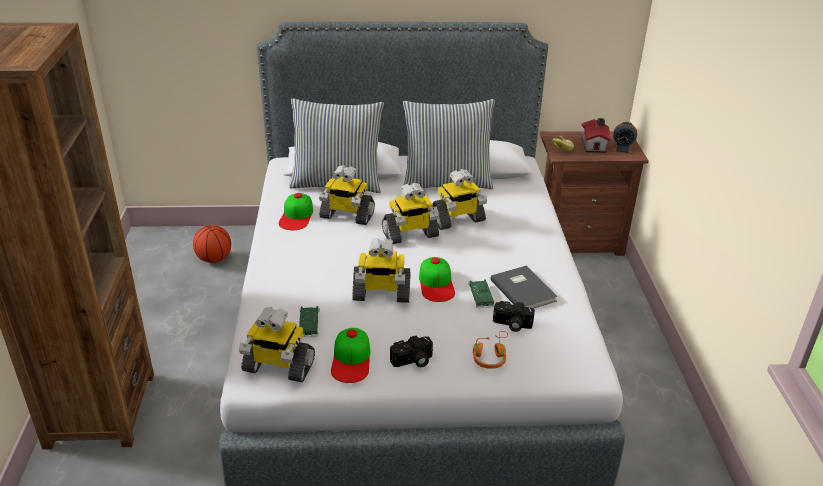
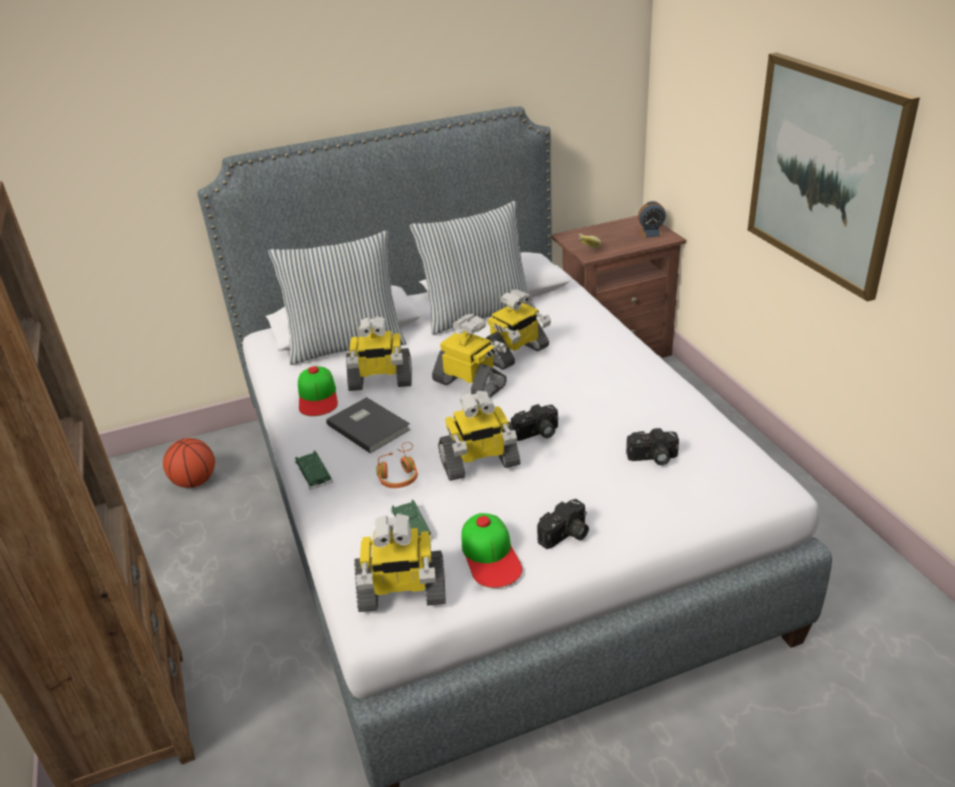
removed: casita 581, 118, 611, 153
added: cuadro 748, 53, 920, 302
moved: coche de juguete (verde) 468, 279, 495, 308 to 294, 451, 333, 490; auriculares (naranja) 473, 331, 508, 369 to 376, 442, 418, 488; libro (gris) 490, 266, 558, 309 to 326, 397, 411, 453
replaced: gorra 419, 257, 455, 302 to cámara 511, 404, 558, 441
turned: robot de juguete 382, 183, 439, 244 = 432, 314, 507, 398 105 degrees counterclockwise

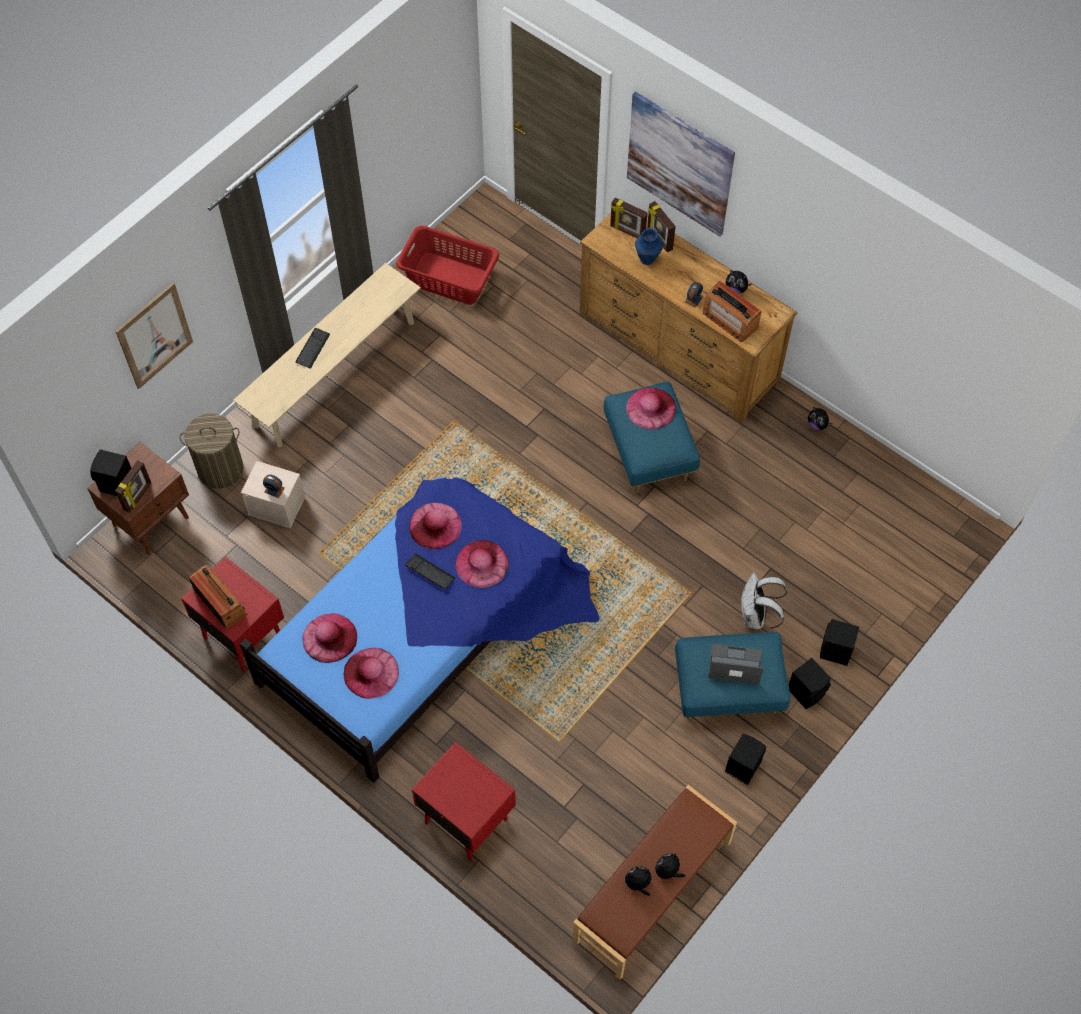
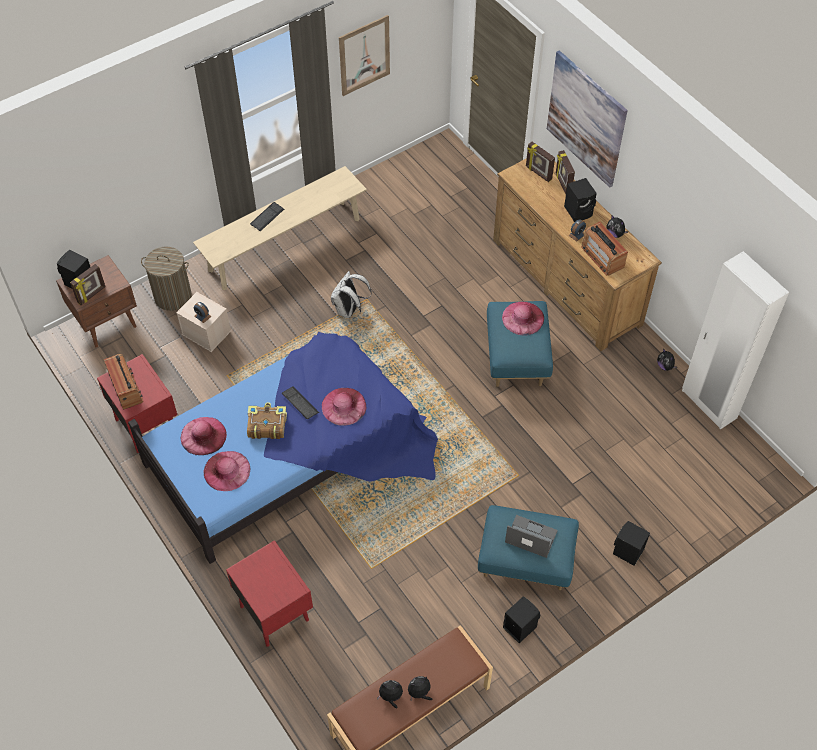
removed: cesto de la ropa (rojo) 396, 226, 499, 305; sombrero (rosa) 409, 503, 462, 549; florero (azul) 635, 228, 663, 265
added: libro 247, 402, 287, 439; armario ropero (blanco) 682, 251, 789, 429
moved: cuadro 115, 283, 193, 389 to 339, 15, 390, 96; mochila (blanco) 741, 572, 787, 629 to 331, 271, 372, 318; altavoz (negro) 789, 658, 831, 709 to 564, 178, 597, 222

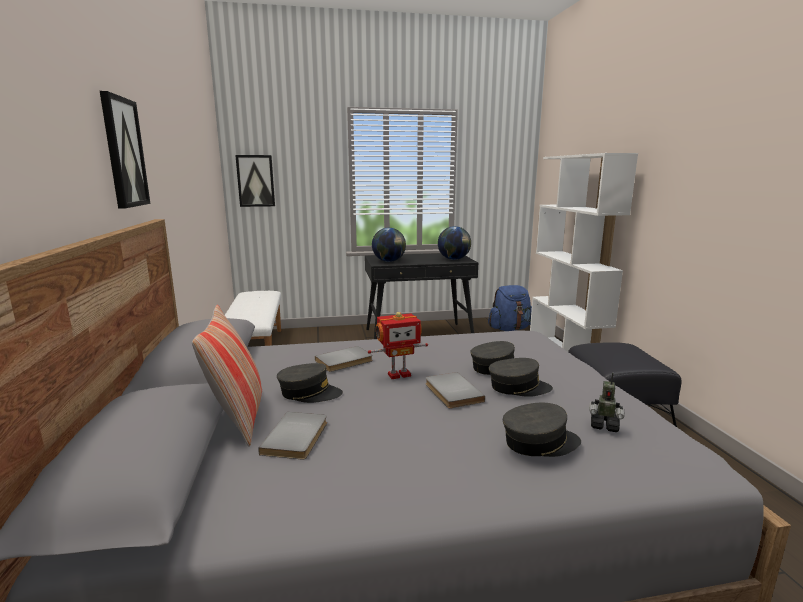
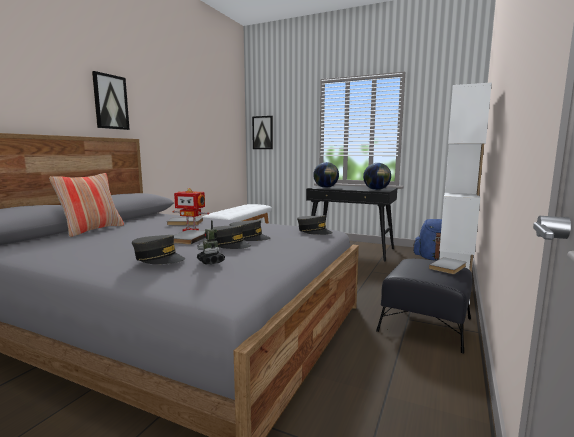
moved: libro (gris) 258, 412, 327, 460 to 429, 257, 467, 274; gorra (gris) 277, 363, 343, 403 to 297, 215, 333, 235

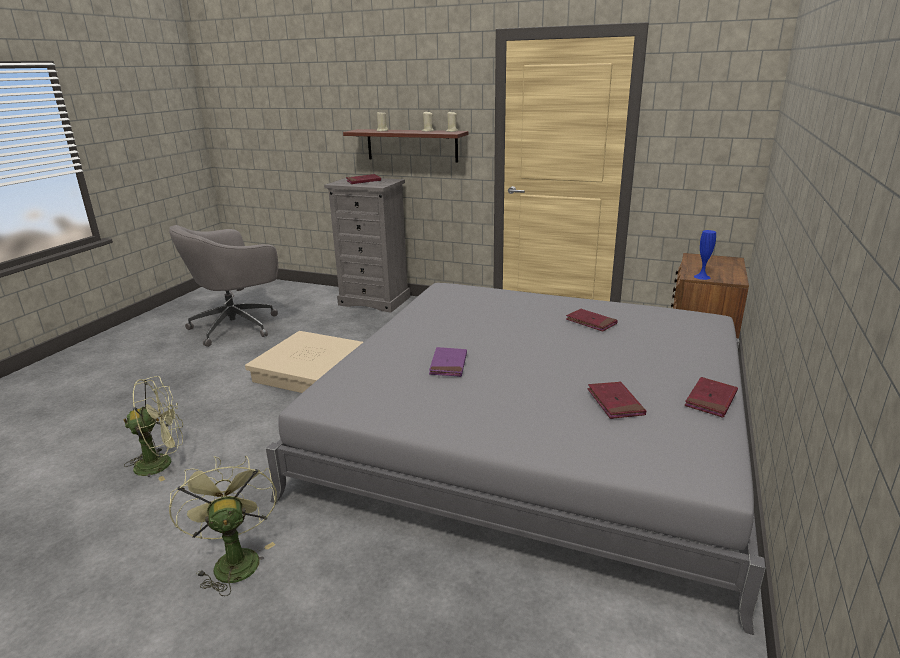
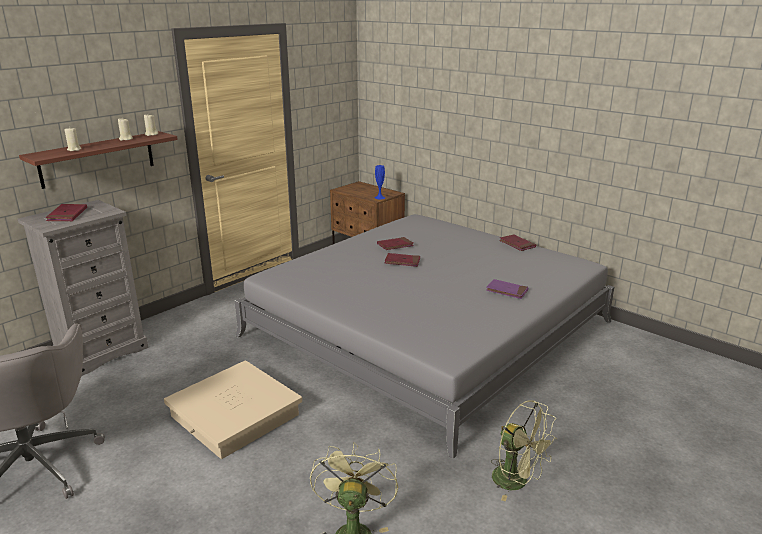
moved: libro (morado) 429, 347, 467, 377 to 486, 279, 529, 299; libro (rojo) 587, 382, 646, 419 to 385, 253, 420, 267
turned: ventilador (verde) 169, 456, 277, 596 = 491, 400, 557, 501 135 degrees counterclockwise

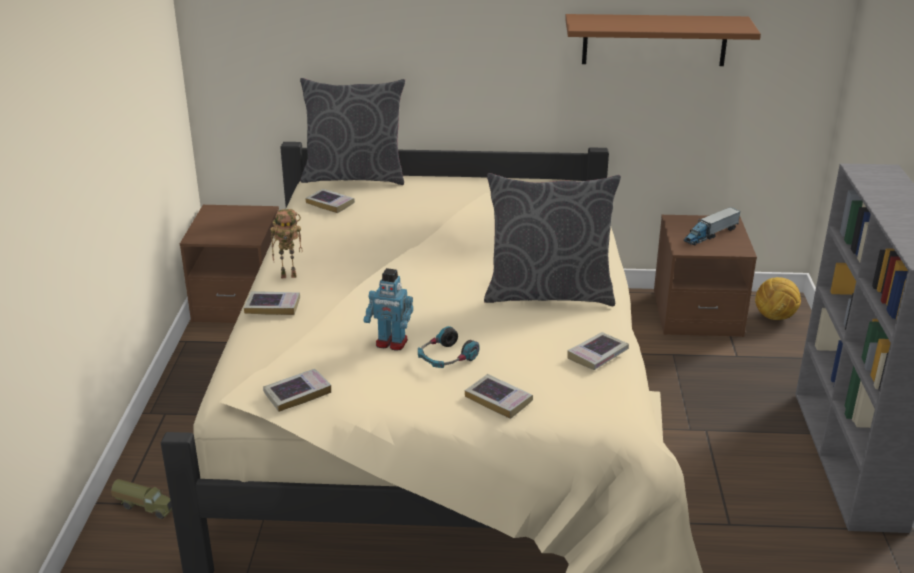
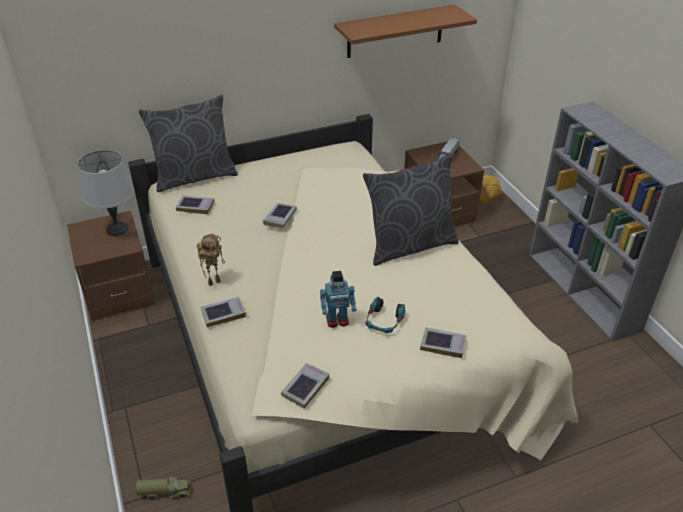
added: lámpara de mesa (gris) 78, 150, 135, 236
moved: libro 567, 332, 629, 370 to 263, 203, 297, 228

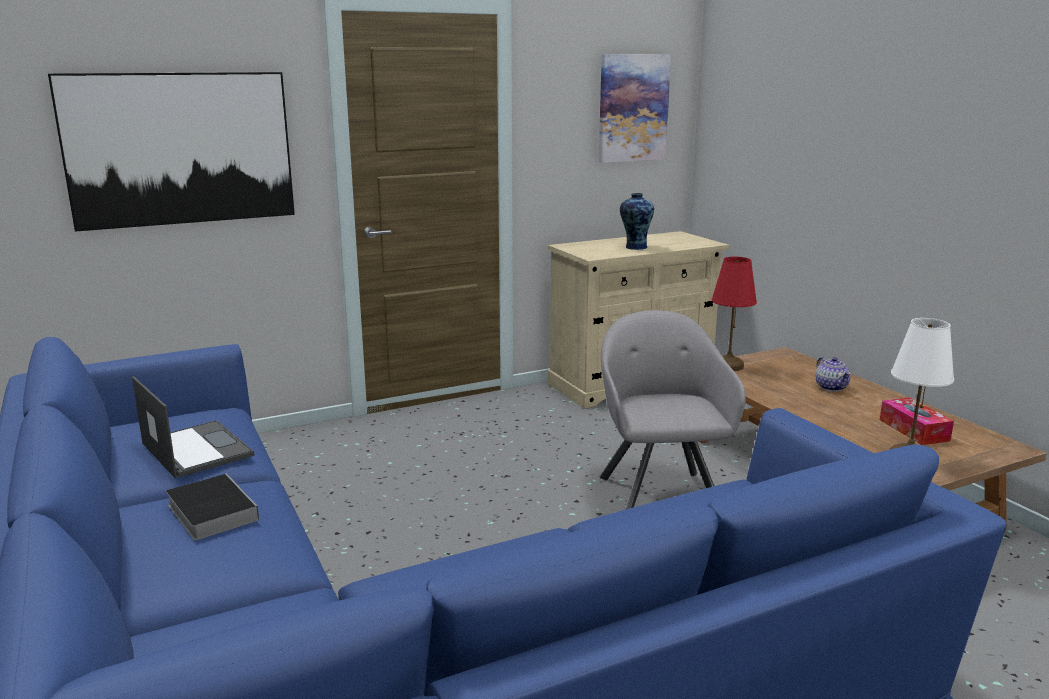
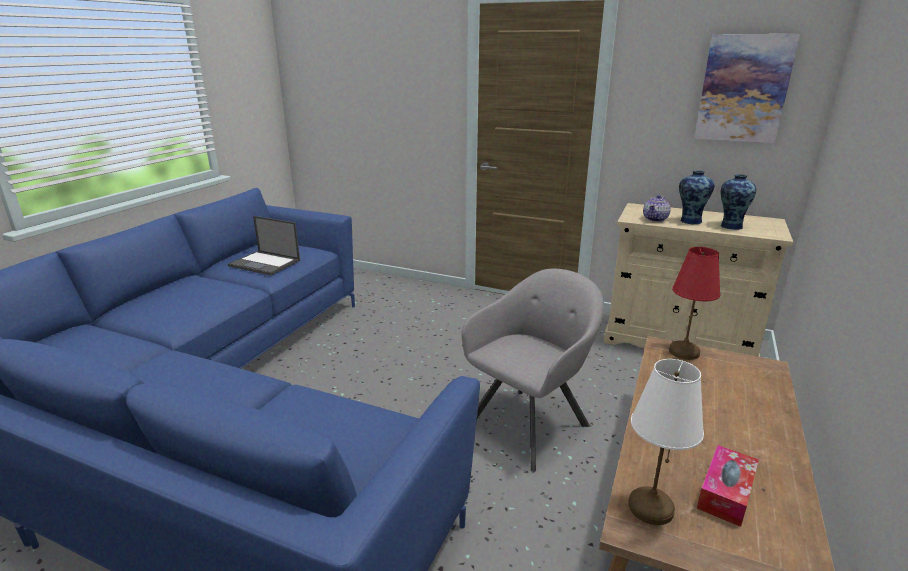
removed: cuadro 48, 72, 295, 232; libro 166, 474, 259, 541
added: florero 721, 174, 756, 230
moved: tetera 816, 357, 851, 392 to 643, 195, 671, 222
turned: portátil 132, 376, 254, 479 = 228, 216, 300, 276 105 degrees clockwise

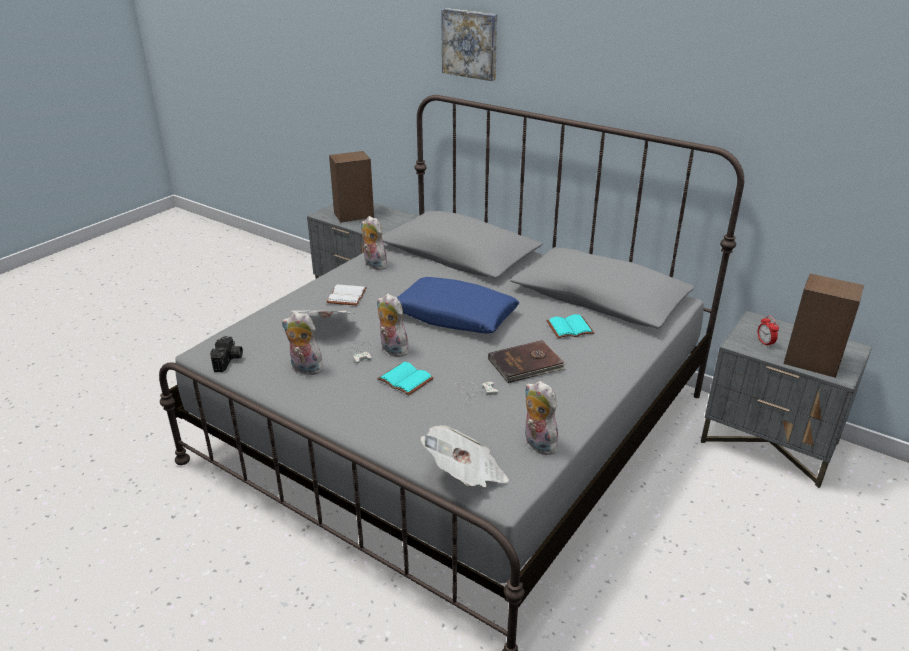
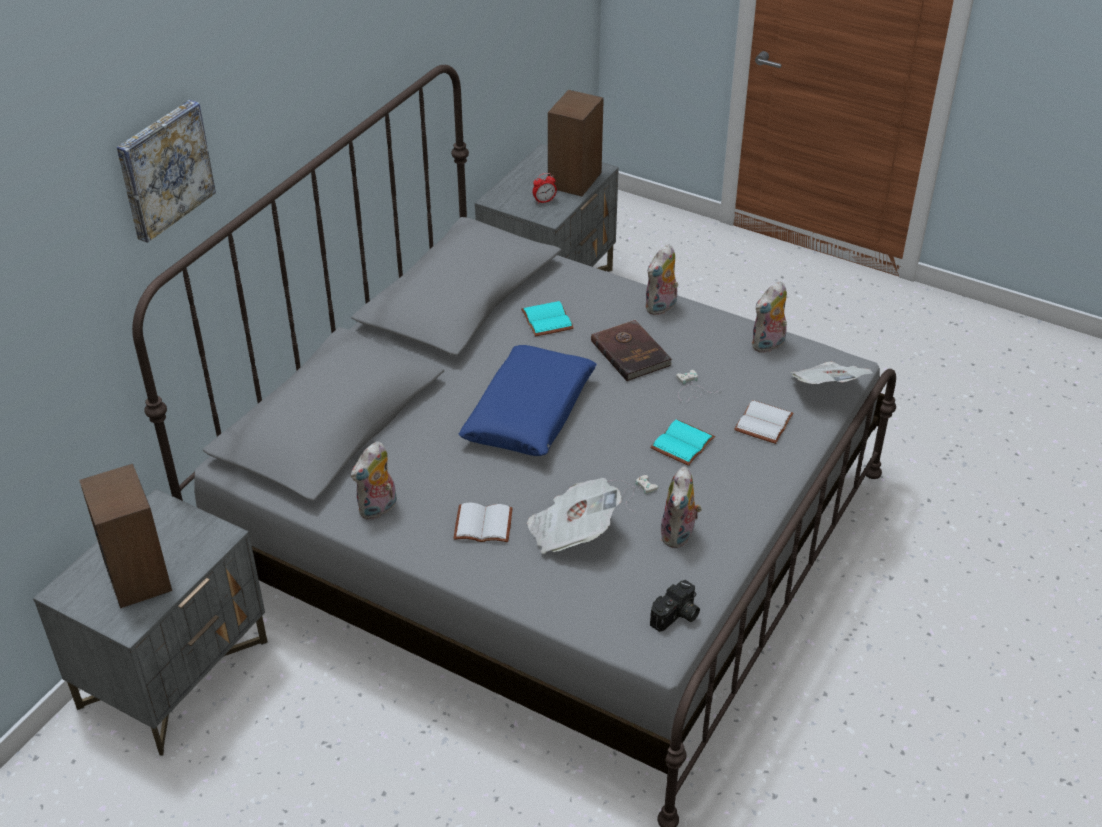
added: libro (blanco) 734, 400, 794, 444
moved: peluche 377, 293, 409, 357 to 645, 244, 678, 316
turned: cámara 210, 336, 243, 372 = 650, 580, 700, 632 135 degrees clockwise

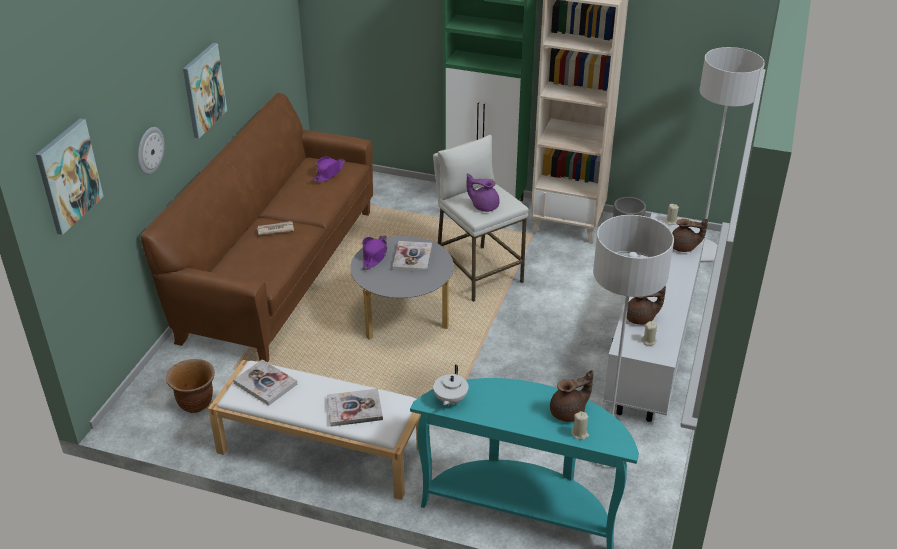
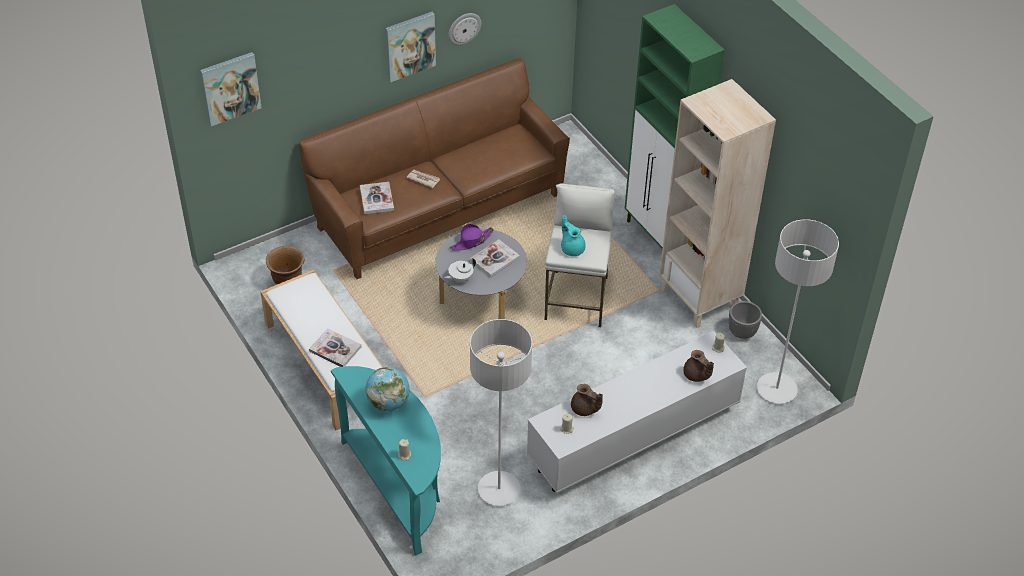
removed: sombrero (morado) 312, 156, 345, 182; tetera (marrón) 550, 370, 593, 422
added: globo terráqueo 365, 367, 410, 411
moved: reloj de pared 138, 127, 165, 174 to 448, 13, 481, 45; libro 233, 359, 297, 406 to 360, 182, 394, 214; tetera (blanco) 433, 365, 469, 406 to 444, 258, 476, 282
recoloured: tetera (morado) 467, 173, 500, 212 to tetera (turquesa) 561, 215, 586, 256

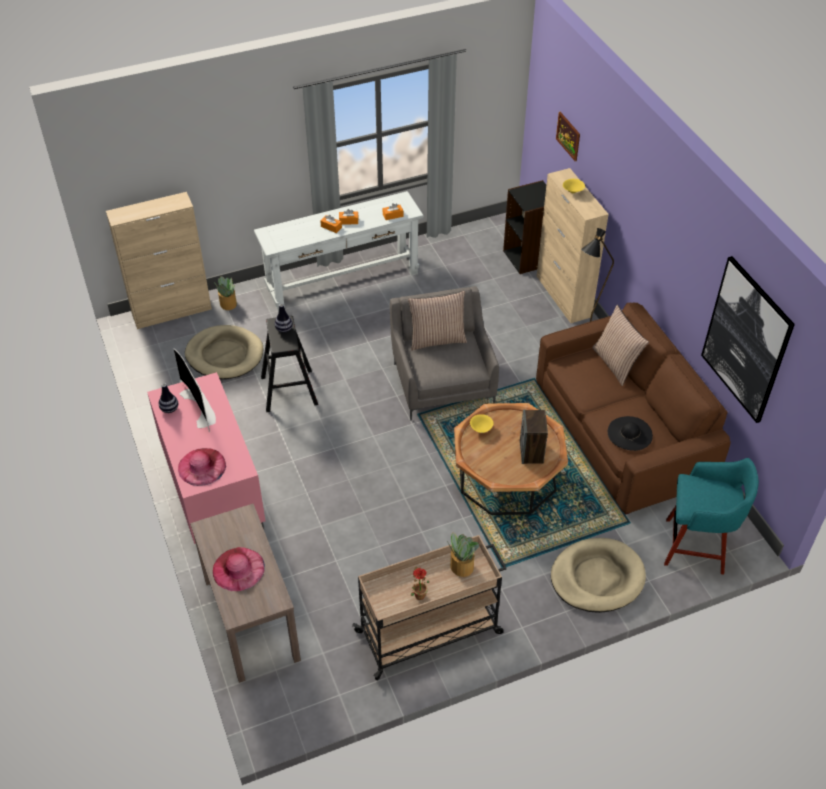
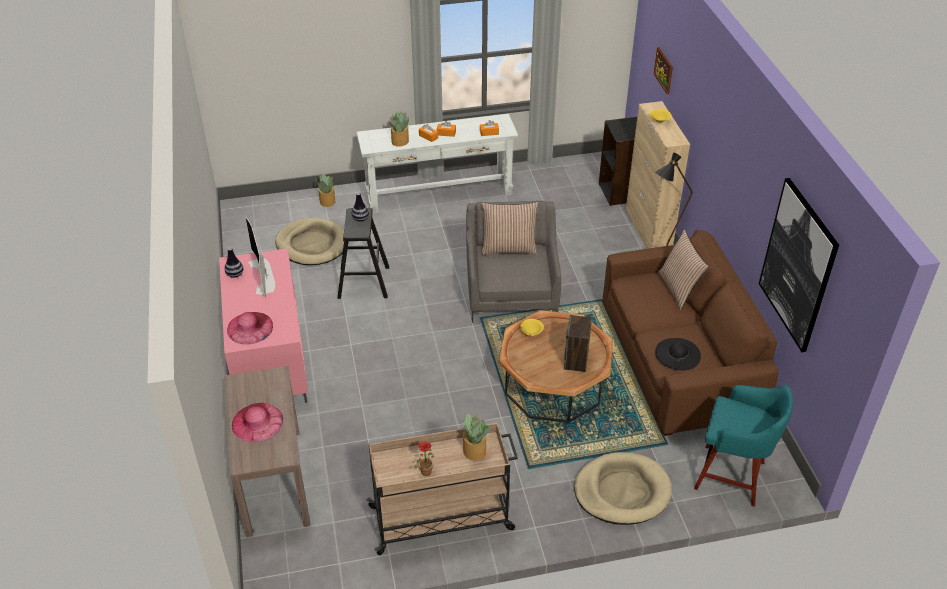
removed: armario (beis) 106, 192, 212, 329
added: planta en maceta 389, 112, 409, 147

